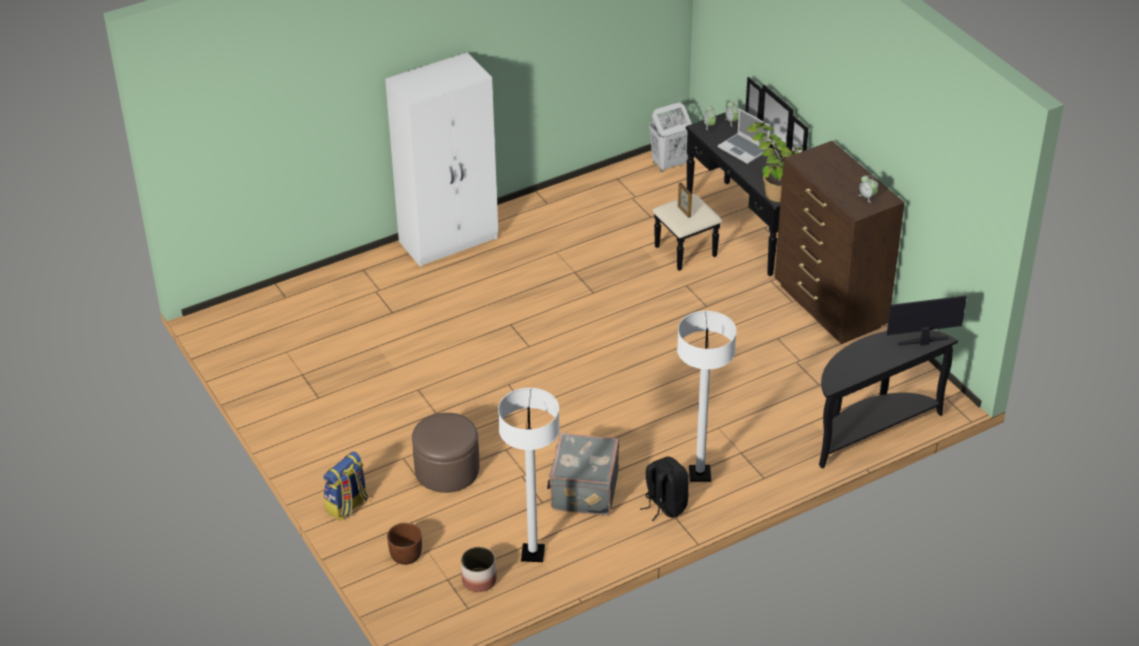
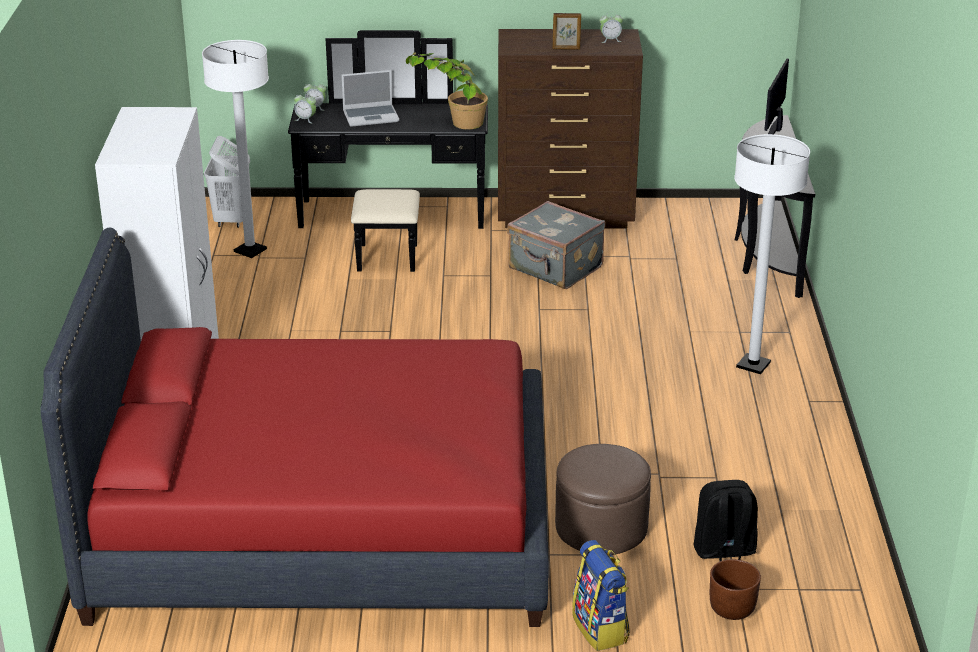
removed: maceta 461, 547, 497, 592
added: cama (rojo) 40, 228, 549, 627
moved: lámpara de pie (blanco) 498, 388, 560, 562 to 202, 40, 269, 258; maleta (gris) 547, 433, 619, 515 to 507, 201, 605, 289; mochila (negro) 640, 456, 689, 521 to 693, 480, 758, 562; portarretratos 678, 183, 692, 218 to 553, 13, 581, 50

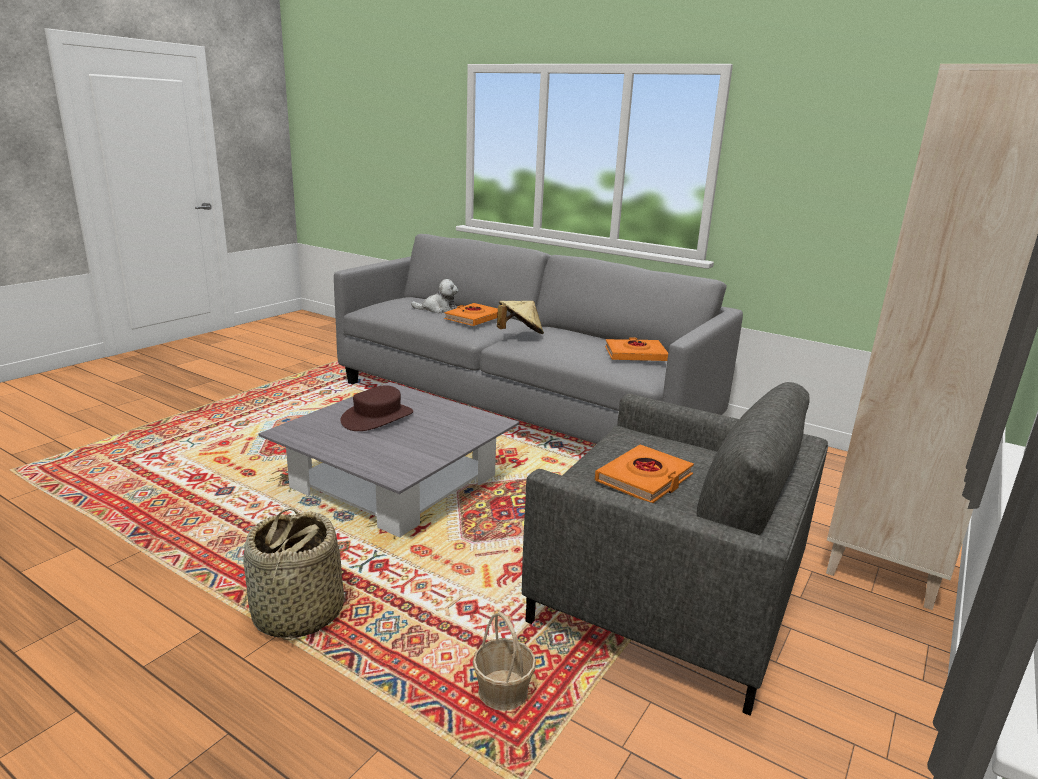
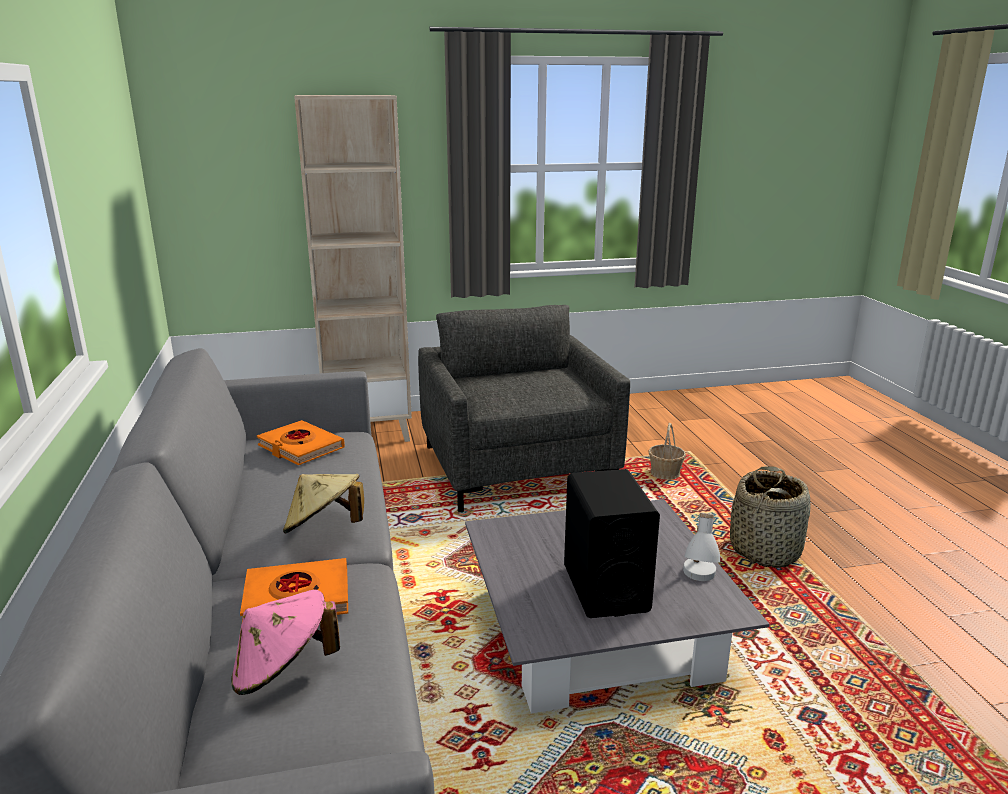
removed: libro (naranja) 595, 445, 694, 503
added: lámpara de mesa (blanco) 683, 512, 720, 581
replaced: sombrero (marrón) 340, 385, 413, 431 to altavoz (negro) 564, 469, 660, 618; peluche 411, 279, 459, 313 to sombrero (rosa) 231, 590, 340, 695

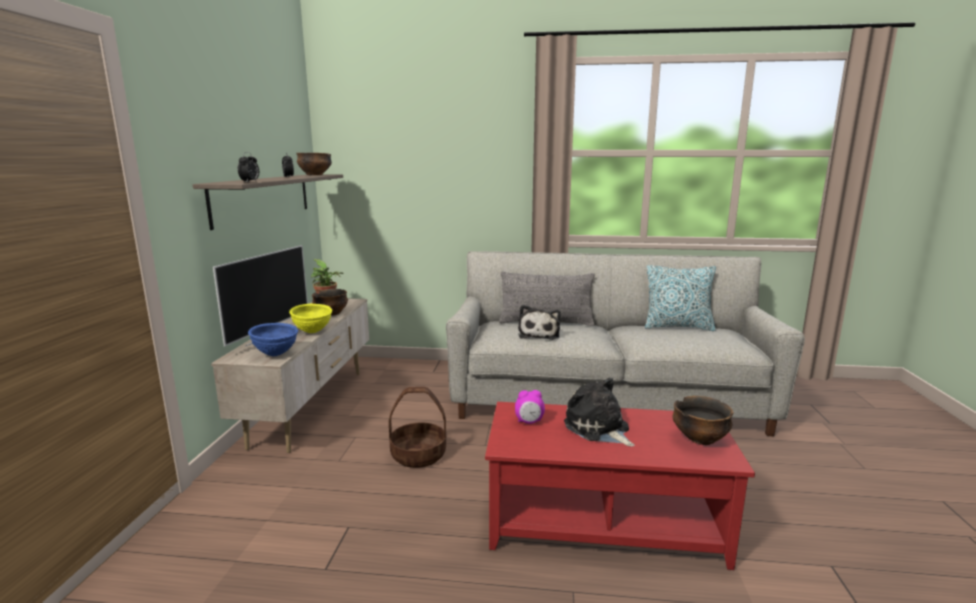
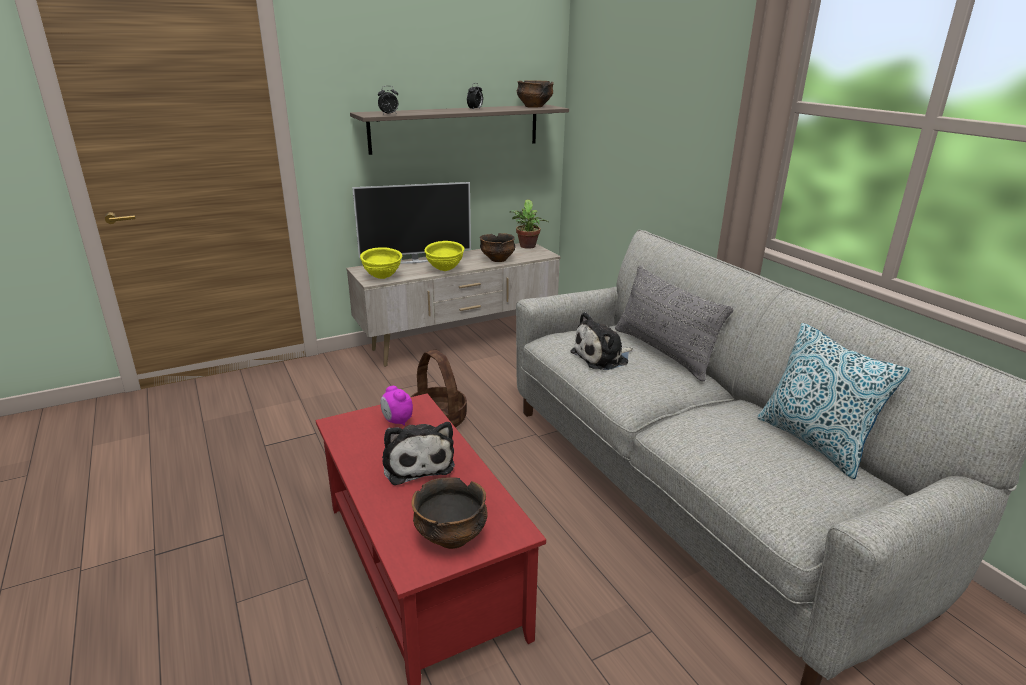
recoloured: cuenco (azul) 248, 323, 298, 357 to cuenco (amarillo) 360, 247, 402, 279
turned: peluche 564, 378, 634, 447 = 382, 422, 455, 485 135 degrees clockwise

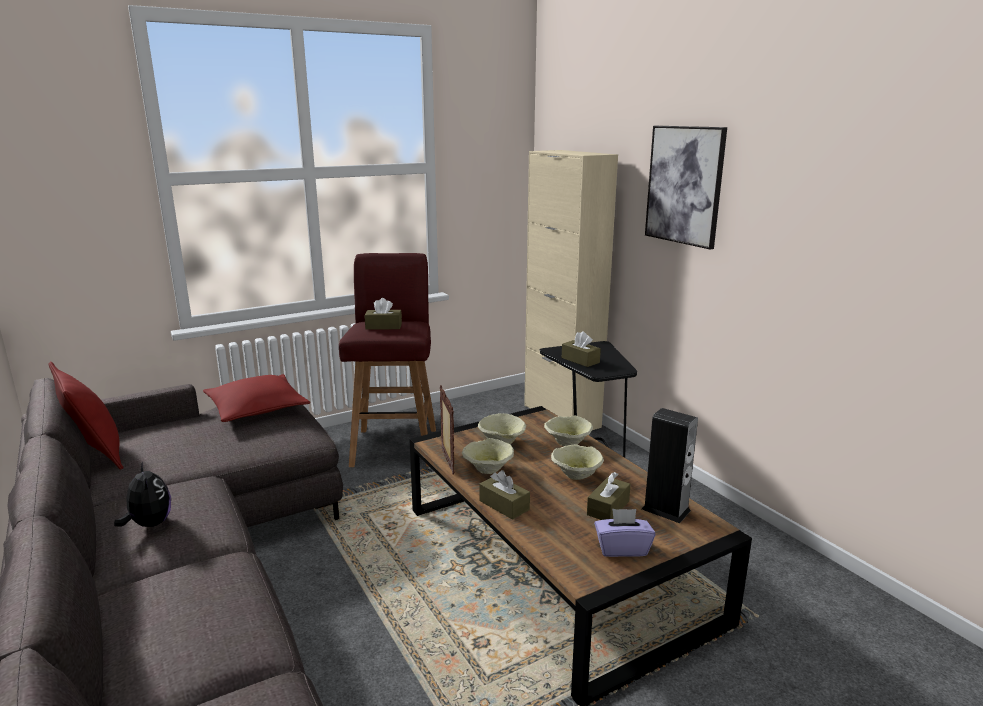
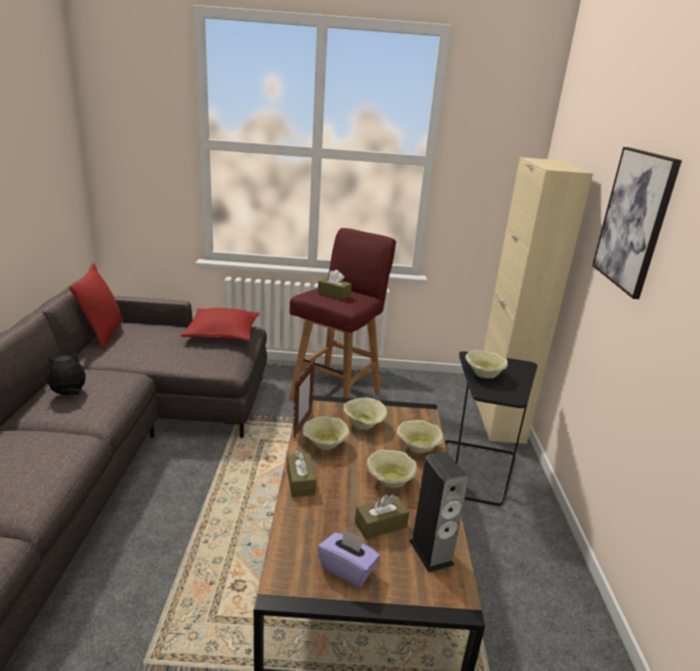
replaced: caja de pañuelos (marrón) 562, 331, 601, 367 to cuenco (beis) 465, 350, 508, 378
turned: peluche 114, 462, 171, 527 = 45, 352, 86, 395 120 degrees counterclockwise

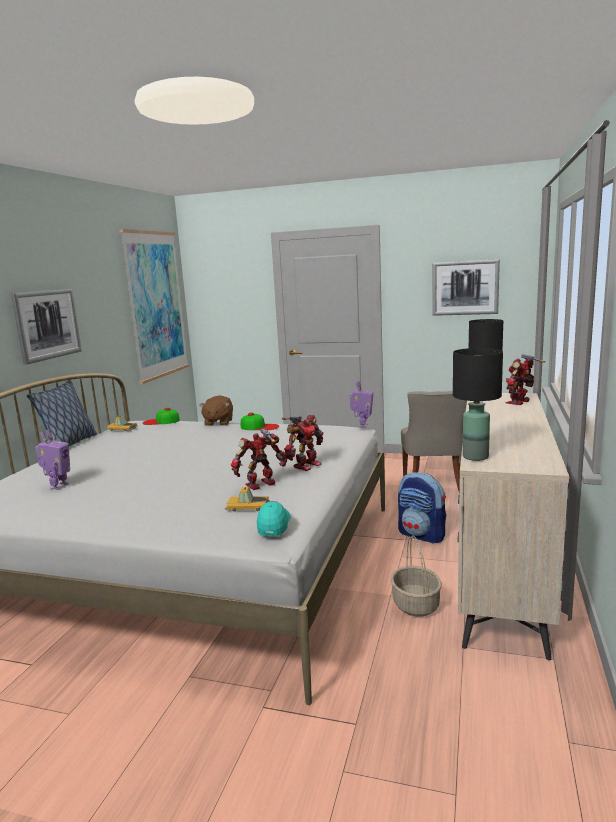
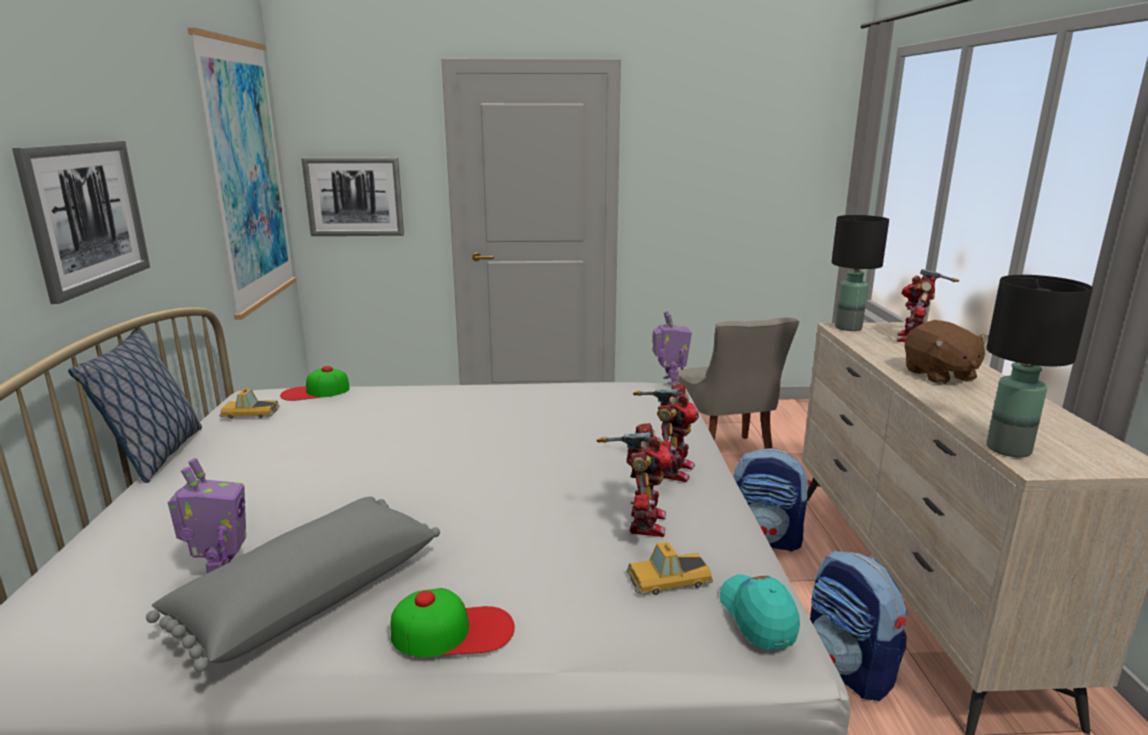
added: cojín (gris) 146, 497, 440, 672
moved: peluche (marrón) 199, 396, 233, 426 to 905, 320, 989, 384; gorra 241, 413, 279, 430 to 391, 588, 515, 657; cuadro 433, 259, 500, 316 to 301, 157, 404, 236
replaced: cesta 391, 536, 442, 617 to mochila 810, 550, 907, 701
turned: robot de juguete 231, 428, 287, 490 = 597, 423, 673, 537 150 degrees clockwise

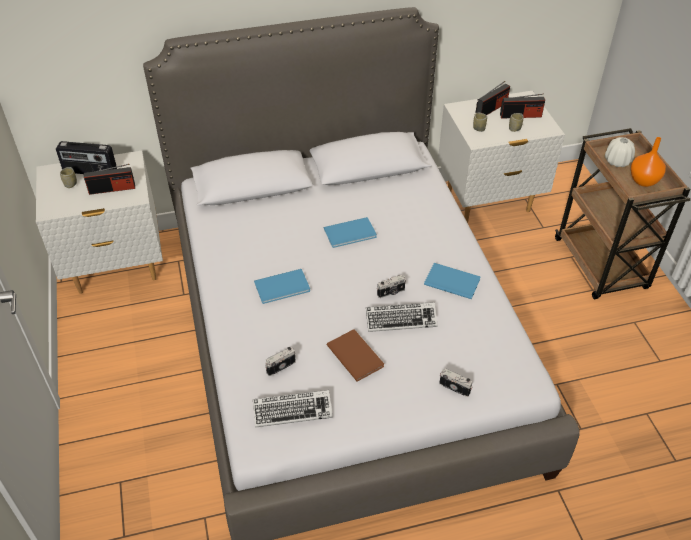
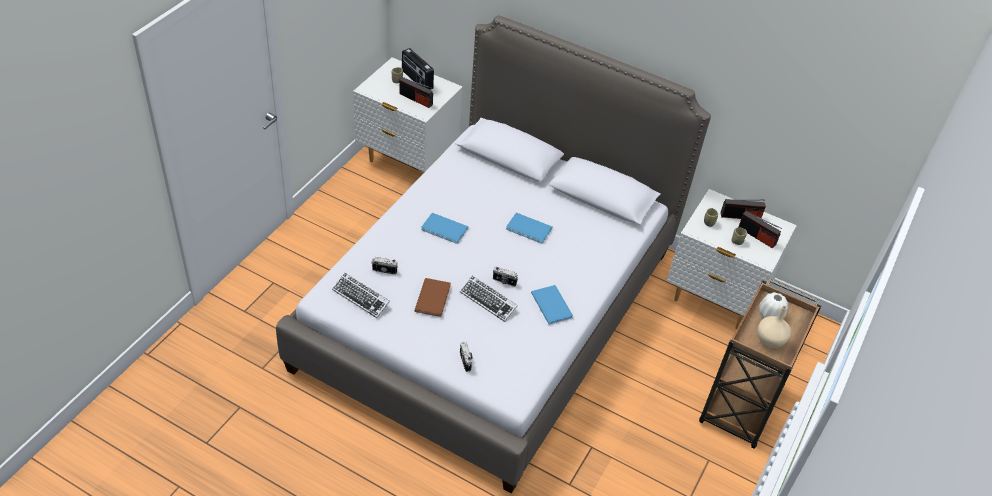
recoloured: florero (naranja) 631, 137, 666, 187 to florero (beis) 758, 306, 791, 348

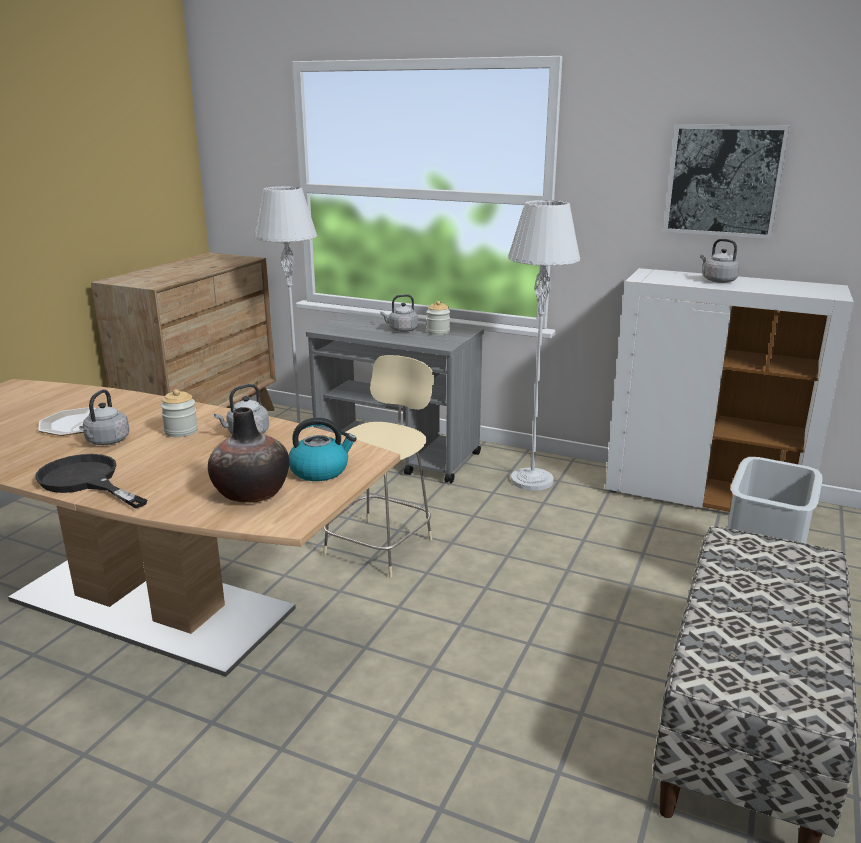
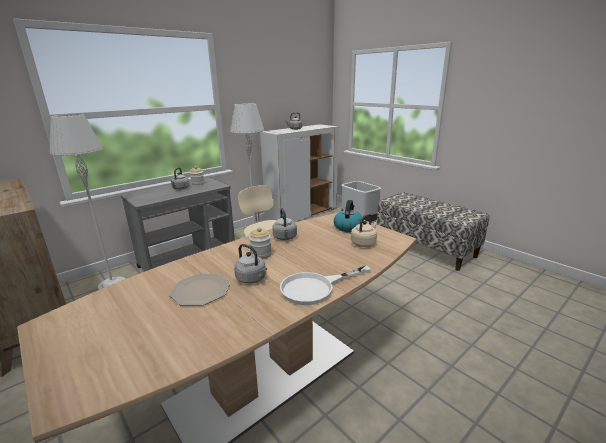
removed: cuadro 663, 124, 790, 239
replaced: florero 208, 407, 289, 503 to hervidor (beis) 351, 214, 377, 247
recoloured: sartén (negro) 35, 454, 147, 509 to sartén (blanco) 280, 266, 371, 305

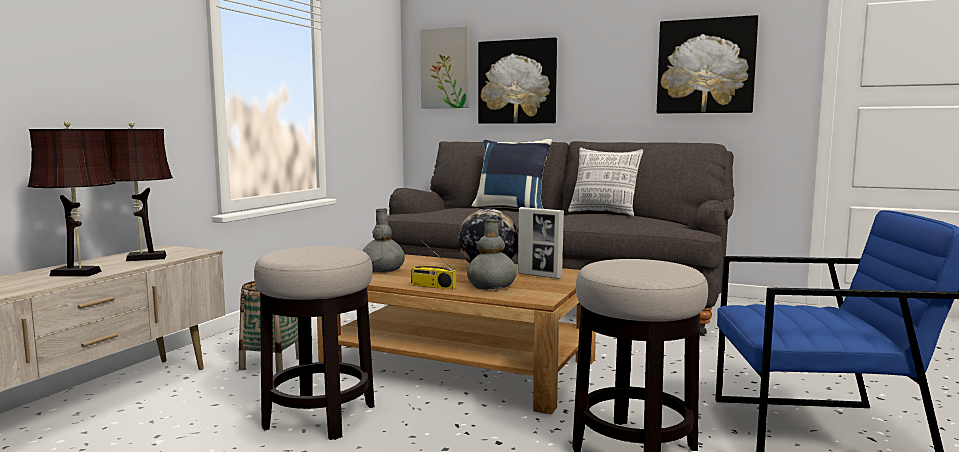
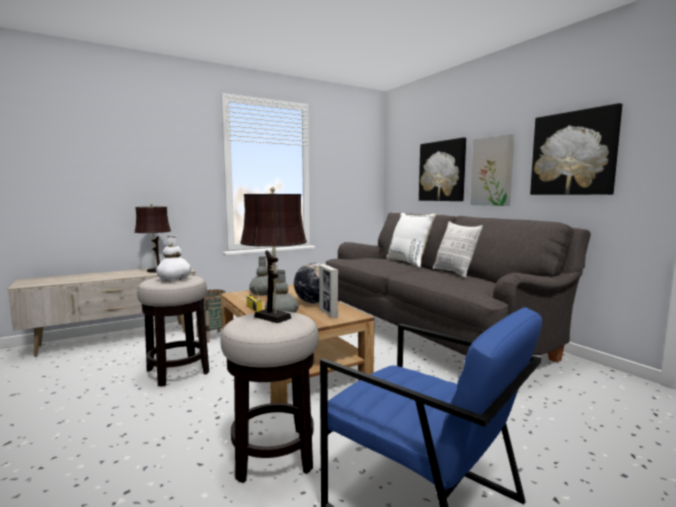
added: florero (blanco) 156, 235, 191, 281
moved: lámpara de mesa (marrón) 28, 121, 116, 277 to 240, 187, 307, 323; cuadro 420, 26, 470, 109 to 470, 134, 514, 206
recoloured: cojín (azul) 471, 139, 552, 209 to cojín (blanco) 386, 213, 436, 268

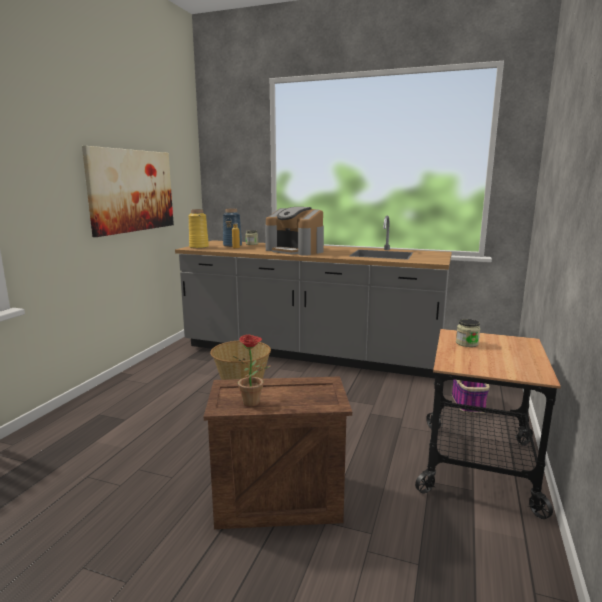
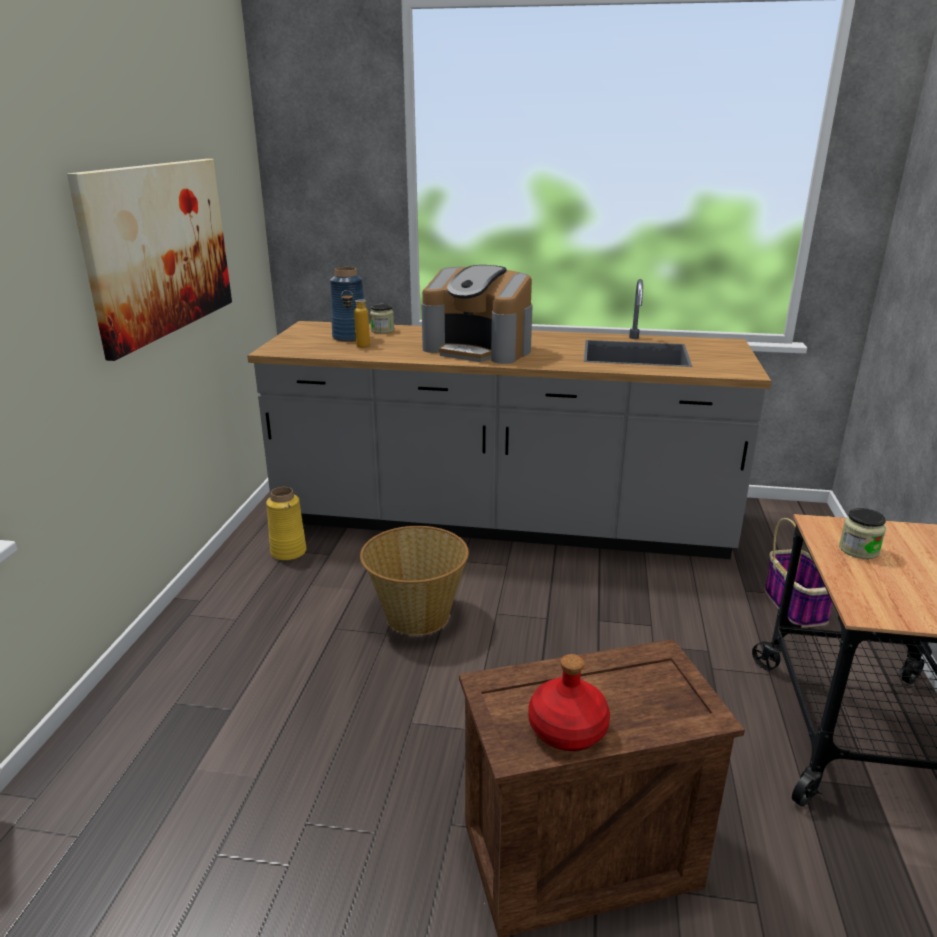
moved: florero (amarillo) 188, 209, 209, 249 to 266, 487, 306, 561
replaced: planta en maceta 233, 335, 271, 407 to botella (rojo) 528, 654, 610, 751

